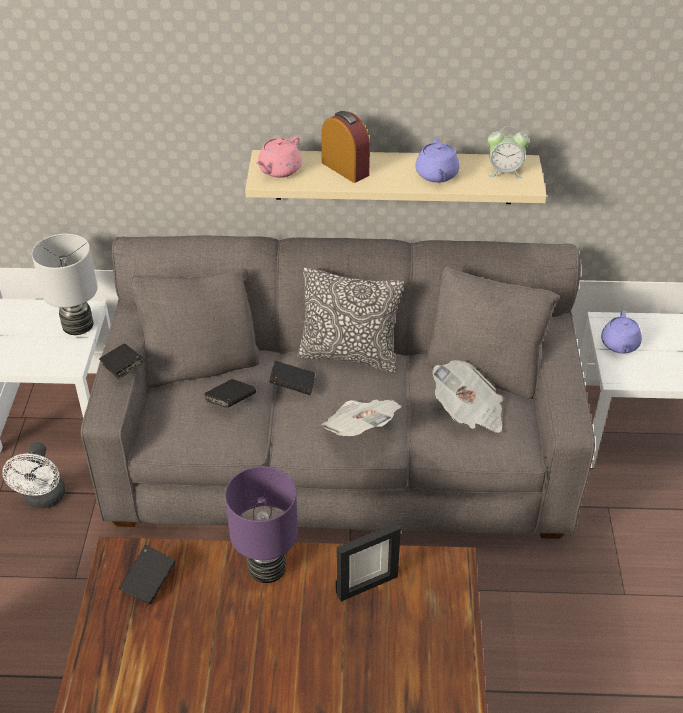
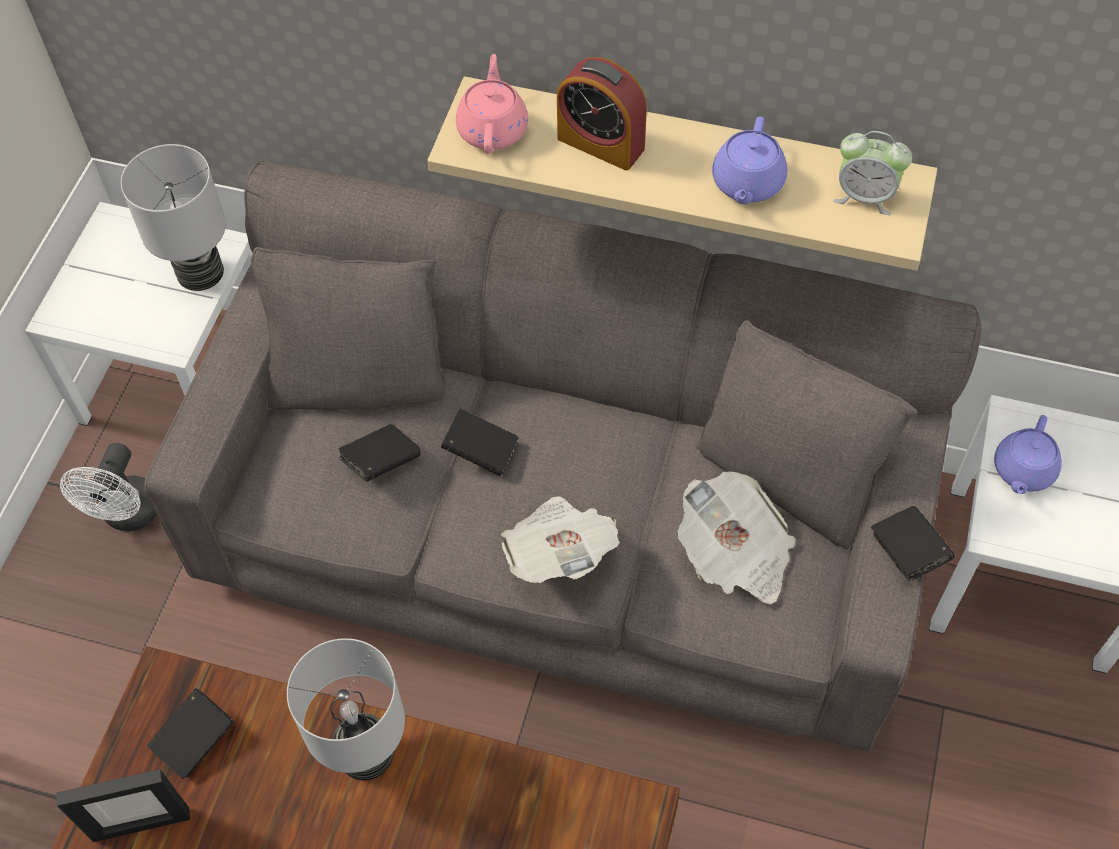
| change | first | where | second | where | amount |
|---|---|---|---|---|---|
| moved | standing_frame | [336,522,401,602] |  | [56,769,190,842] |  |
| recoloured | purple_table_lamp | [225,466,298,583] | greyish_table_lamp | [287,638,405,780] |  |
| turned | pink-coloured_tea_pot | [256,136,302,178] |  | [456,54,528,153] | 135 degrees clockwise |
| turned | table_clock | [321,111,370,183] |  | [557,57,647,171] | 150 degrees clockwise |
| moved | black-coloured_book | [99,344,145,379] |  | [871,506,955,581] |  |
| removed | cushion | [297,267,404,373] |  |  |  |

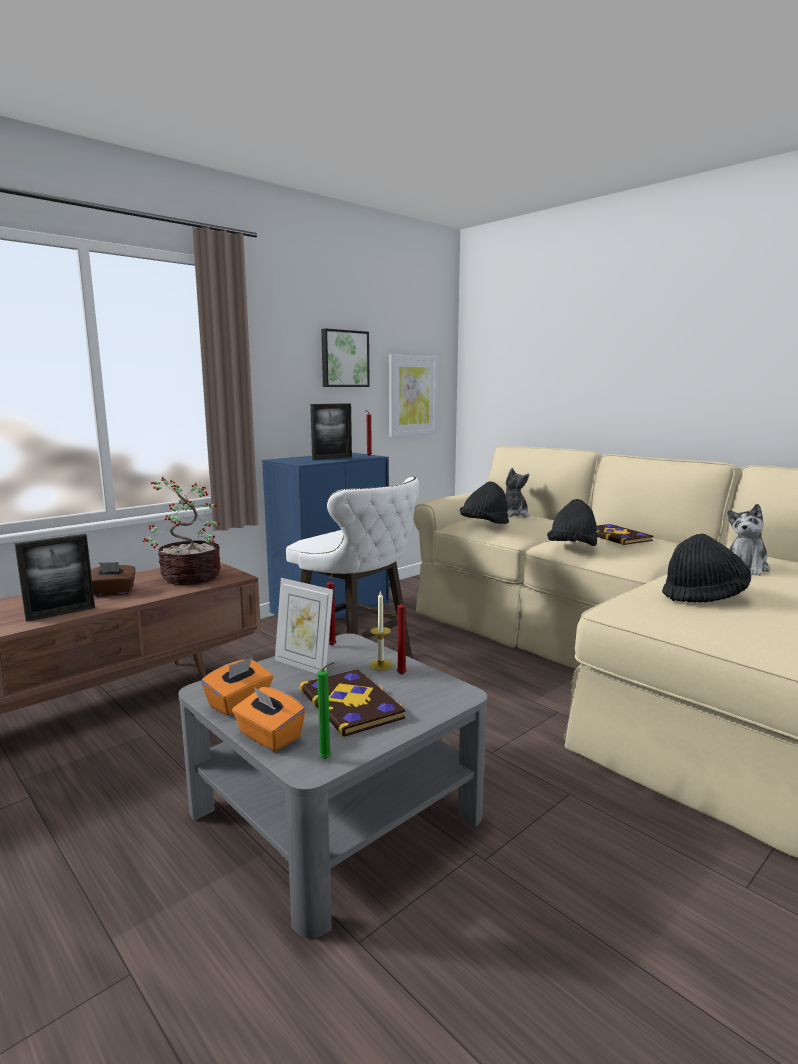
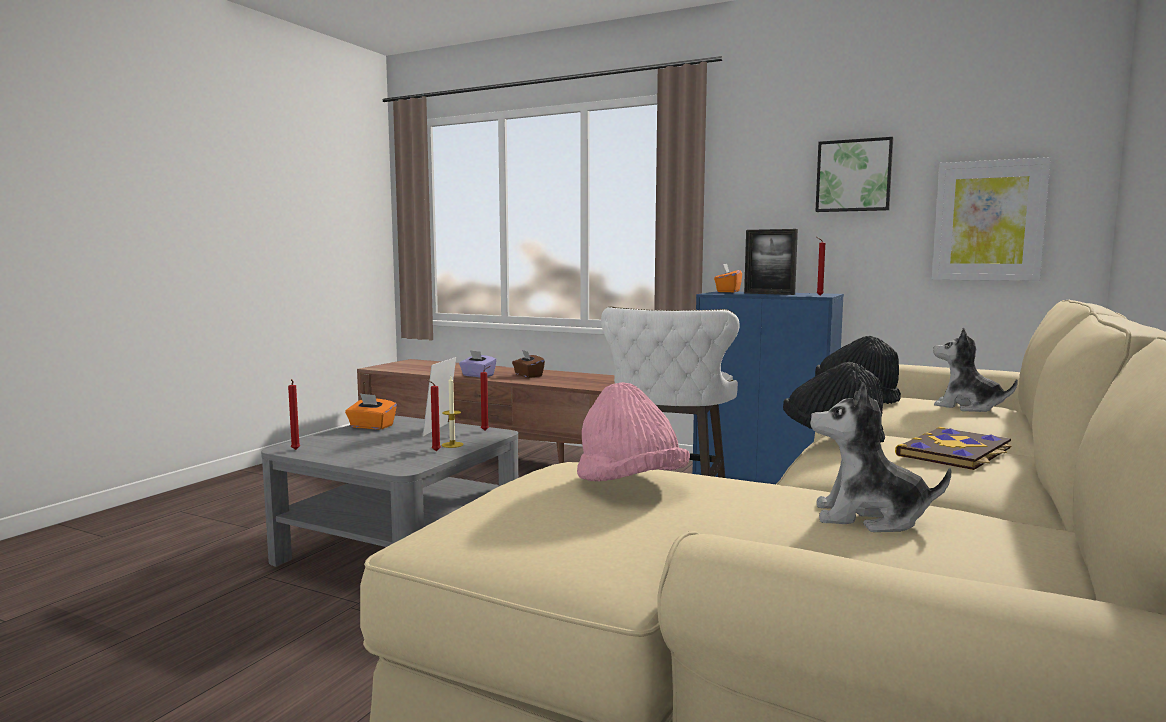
| change | first | where | second | where | amount |
|---|---|---|---|---|---|
| recoloured | green-coloured_candle | [317,662,334,759] | red_candle | [288,379,300,450] |  |
| replaced | standing_frame | [15,534,95,622] | purple_box_of_tissues | [459,350,497,378] |  |
| recoloured | black-coloured_hat | [662,534,751,603] | pink-coloured_hat | [577,382,690,481] |  |
| moved | orangey_box_of_tissues | [232,686,306,751] |  | [714,264,742,292] |  |
| turned | plush_toy | [505,468,529,518] |  | [933,328,1018,412] | 120 degrees counterclockwise |
| removed | houseplant | [143,476,221,585] |  |  |  |
| removed | book | [300,669,405,737] |  |  |  |

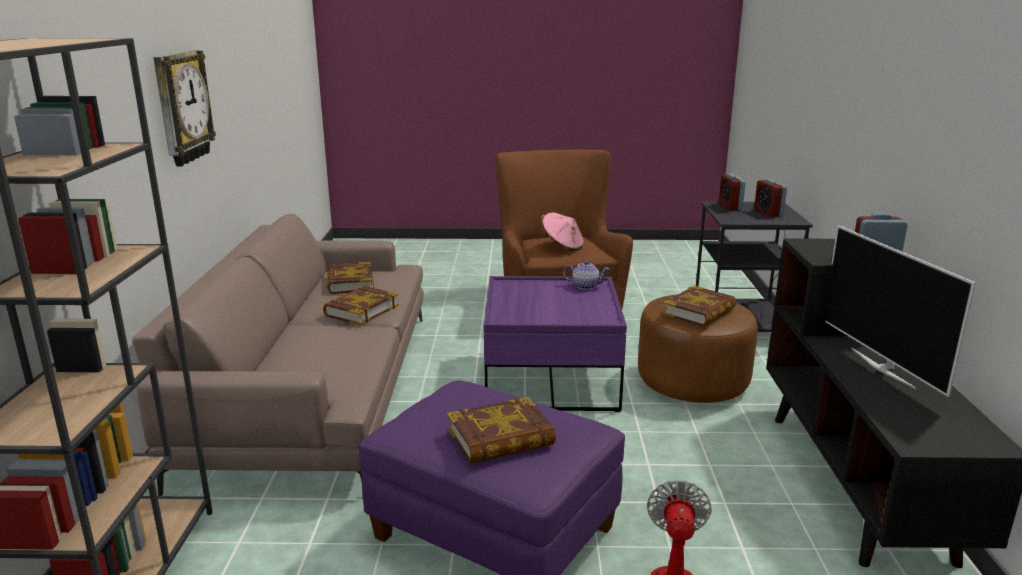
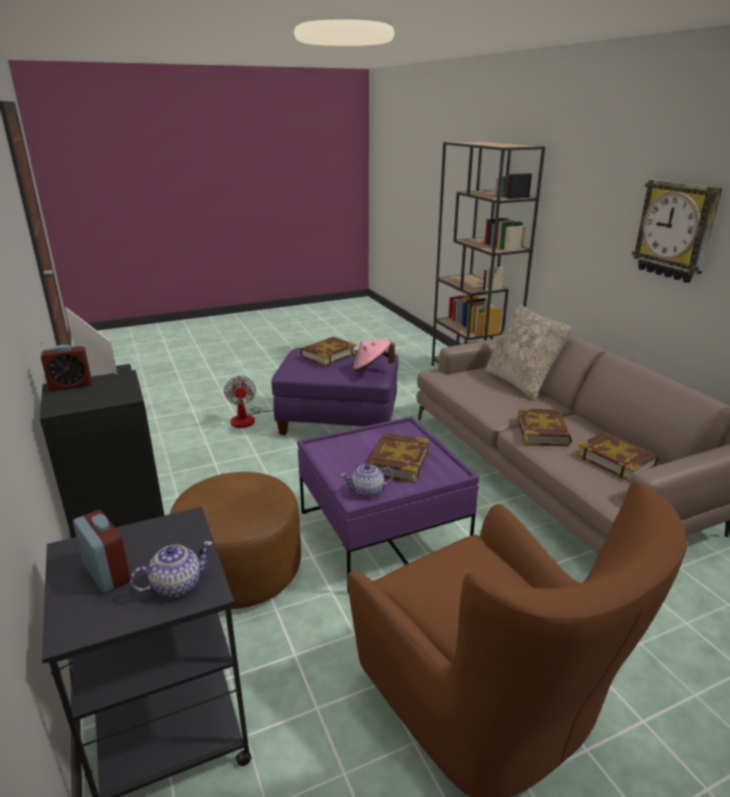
| change | first | where | second | where | amount |
|---|---|---|---|---|---|
| replaced | table_clock | [719,174,746,210] | tea_pot | [130,541,213,597] |  |
| moved | pink-coloured_hat | [541,213,584,250] |  | [353,340,395,371] |  |
| moved | book | [662,286,737,326] |  | [367,433,429,483] |  |
| added |  |  | beige-coloured_cushion | [486,305,572,399] |  |

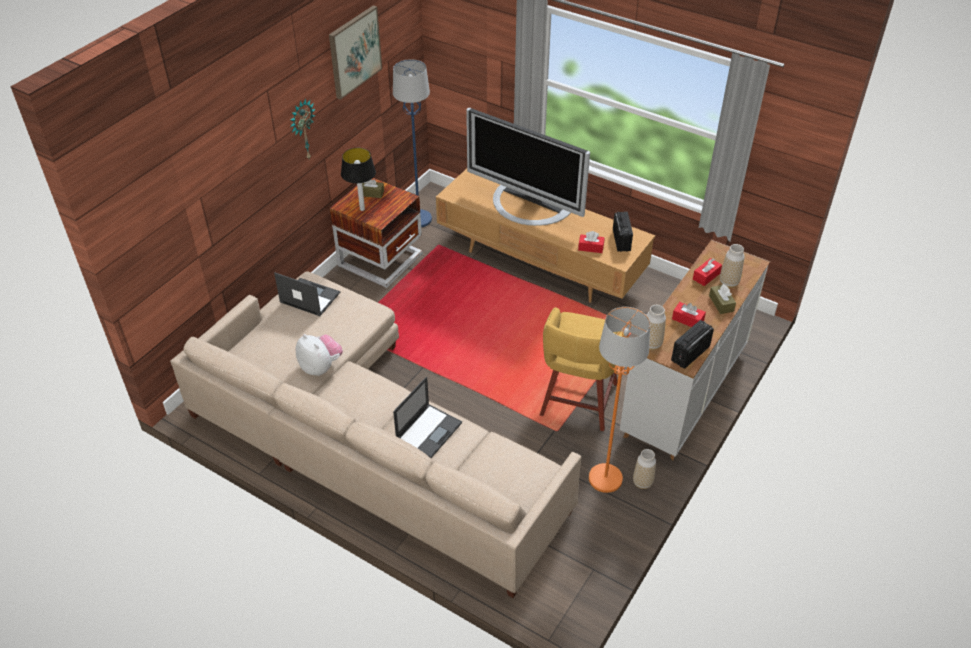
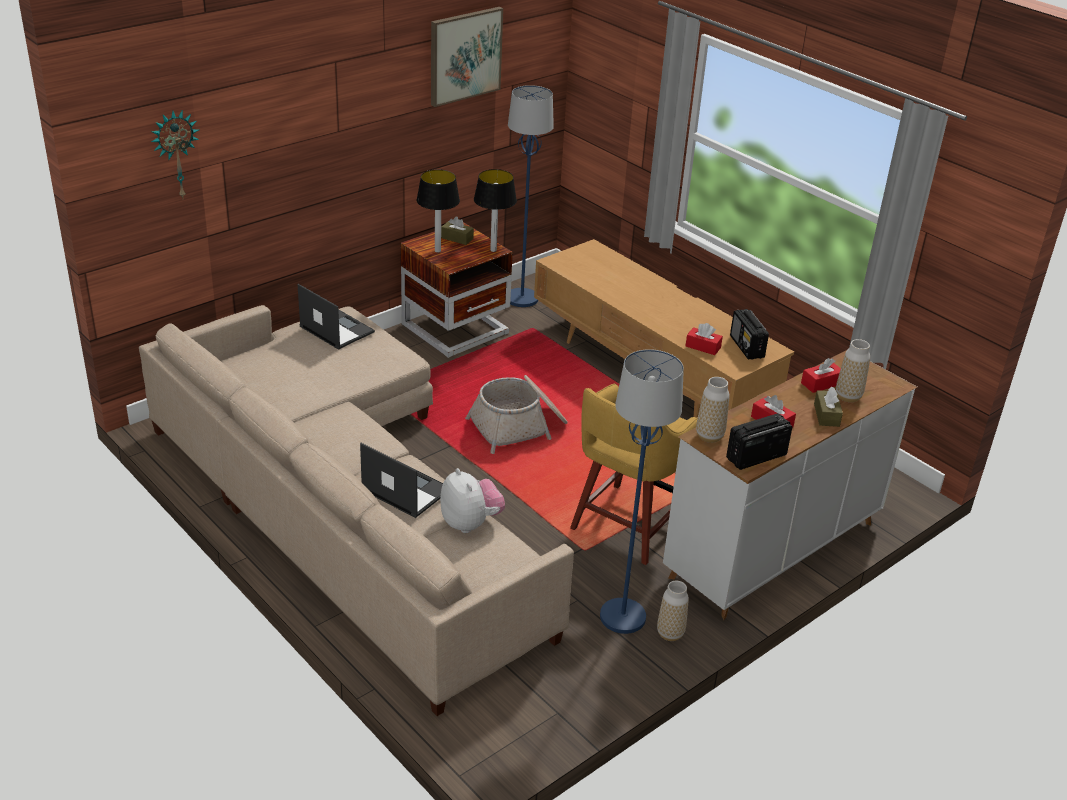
| change | first | where | second | where | amount |
|---|---|---|---|---|---|
| moved | hanging_clock | [290,98,315,159] |  | [151,110,199,198] |  |
| turned | notebook_computer | [393,377,462,458] |  | [360,443,443,518] | 105 degrees counterclockwise |
| moved | plush_toy | [296,334,343,376] |  | [440,468,505,533] |  |
| added |  |  | household_basket | [465,375,568,454] |  |
| added |  |  | table_lamp | [474,169,517,252] |  |
| recoloured | orangey_floor_lamp | [589,307,650,493] | blue_floor_lamp | [600,349,684,634] |  |
| turned | radio_set | [613,211,633,252] |  | [730,309,769,360] | 150 degrees clockwise |
| removed | television | [466,108,590,226] |  |  |  |

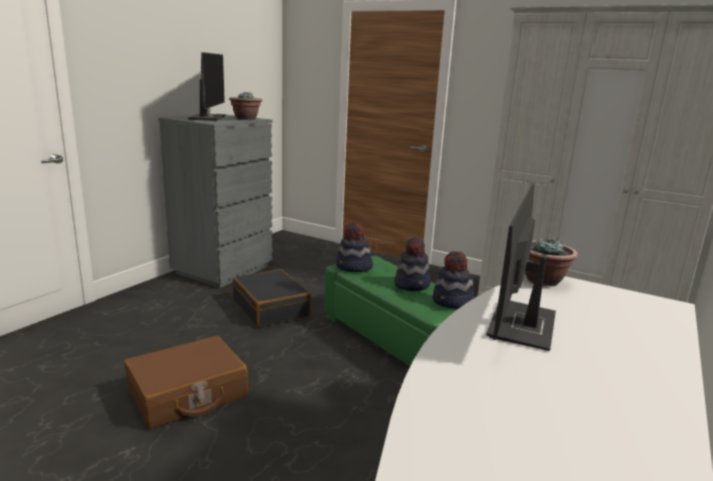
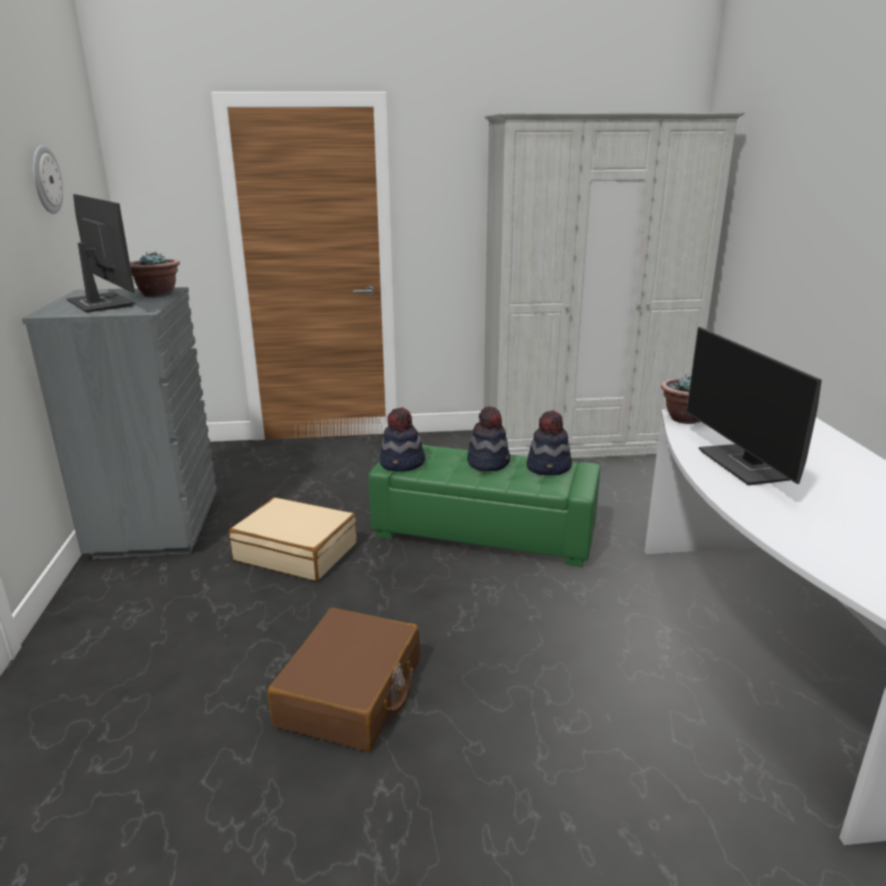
| change | first | where | second | where | amount |
|---|---|---|---|---|---|
| added |  |  | hanging_clock | [33,145,63,214] |  |
| recoloured | black-coloured_suitcase | [232,269,311,327] | beige-coloured_suitcase | [229,497,357,581] |  |

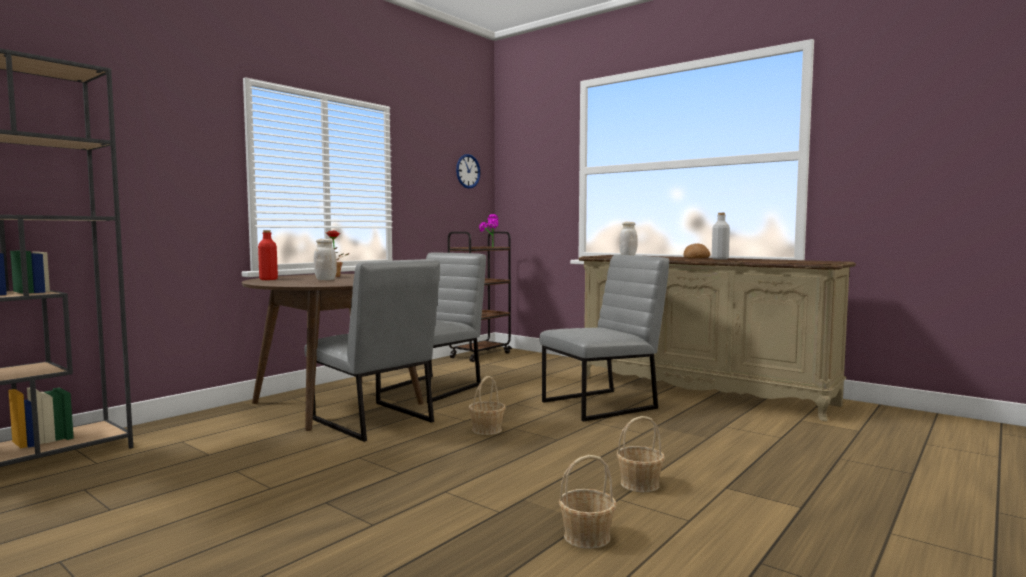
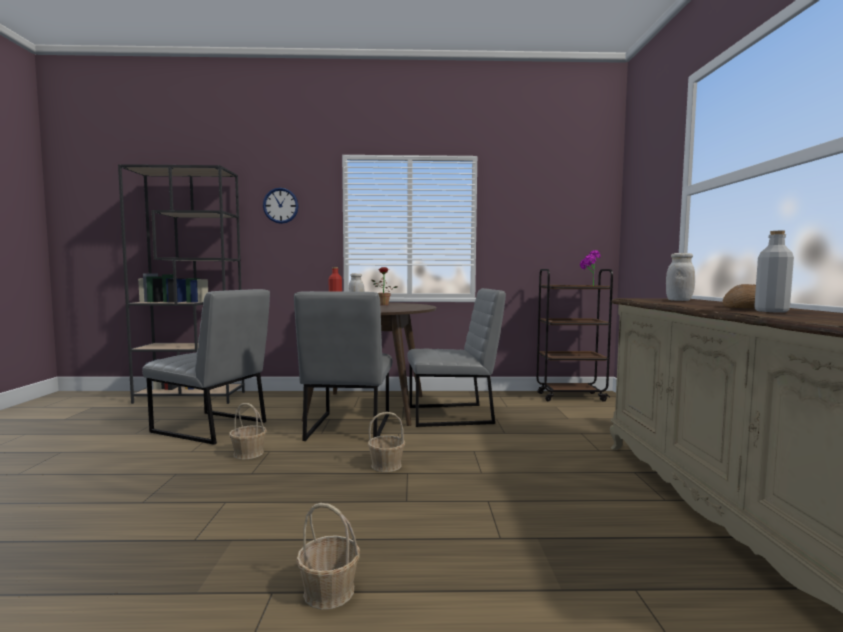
| change | first | where | second | where | amount |
|---|---|---|---|---|---|
| moved | greyish_upright_chair | [539,255,669,422] |  | [142,289,270,445] |  |
| moved | household_basket | [559,455,616,549] |  | [229,403,267,459] |  |
| moved | hanging_clock | [456,154,480,189] |  | [263,188,299,224] |  |

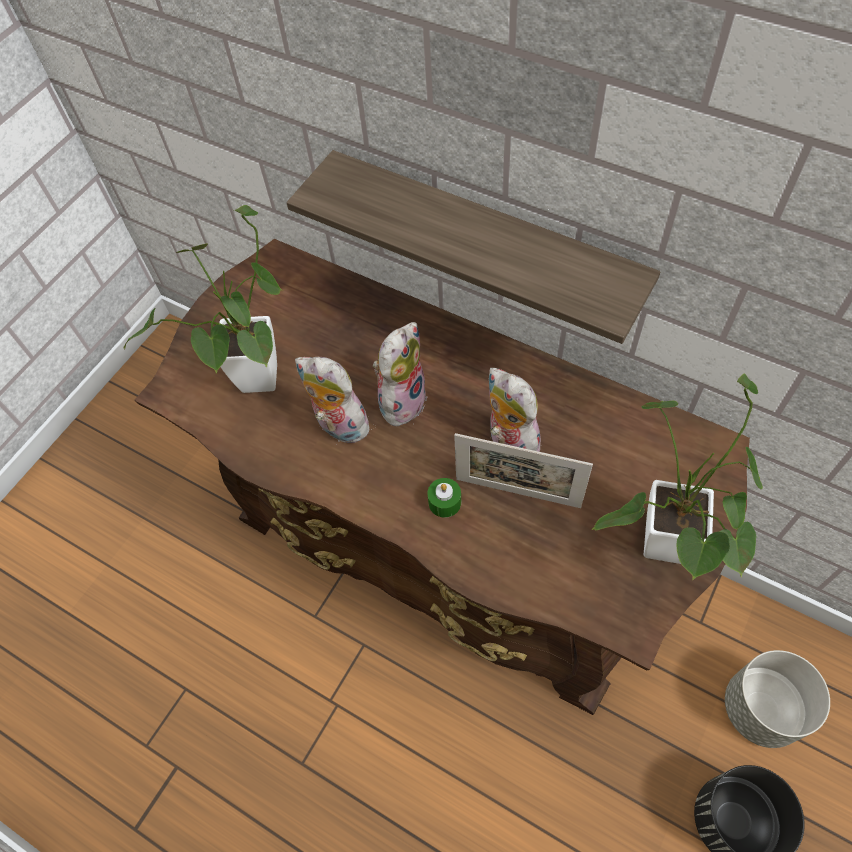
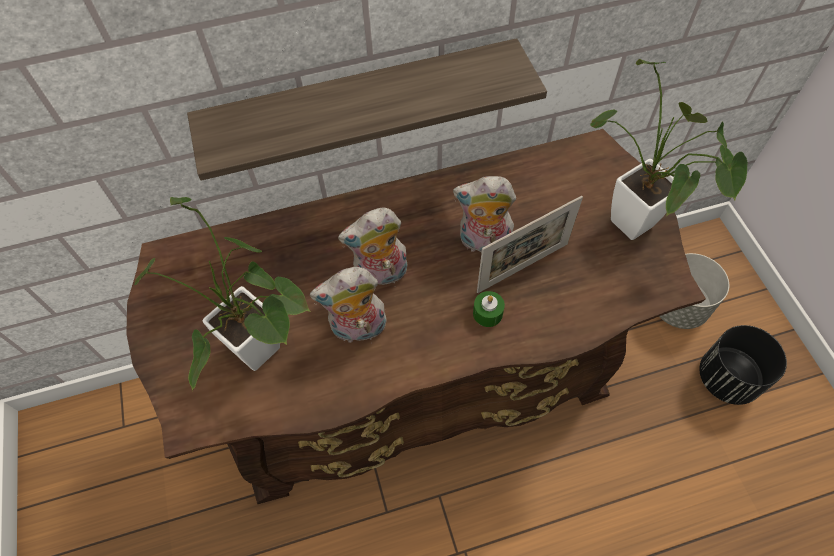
| change | first | where | second | where | amount |
|---|---|---|---|---|---|
| turned | plush_toy | [373,322,428,430] |  | [338,207,407,287] | 90 degrees counterclockwise |

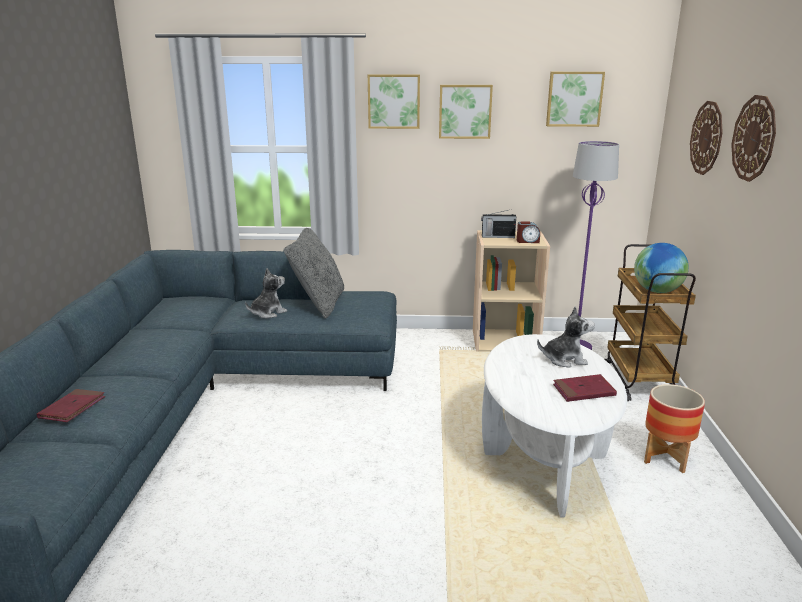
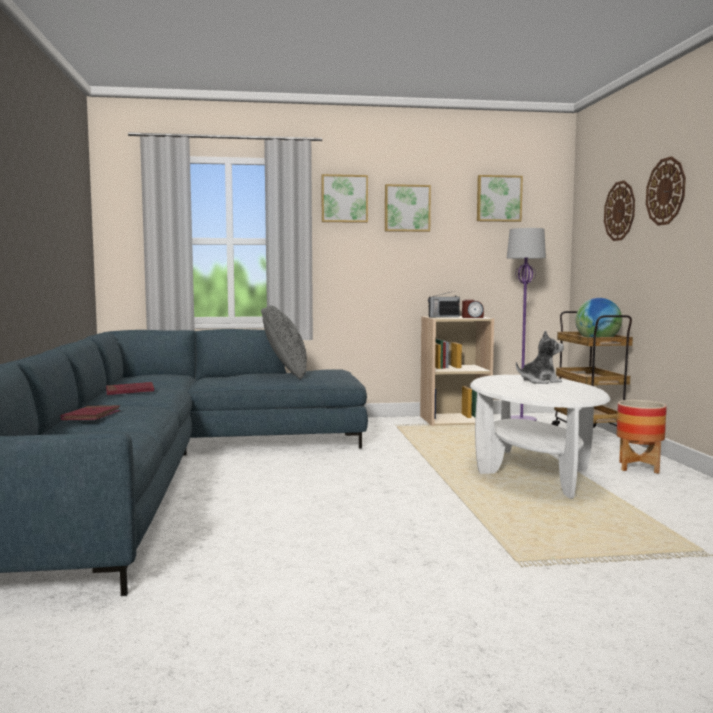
| change | first | where | second | where | amount |
|---|---|---|---|---|---|
| moved | red_book | [553,374,617,402] |  | [106,382,154,395] |  |
| removed | plush_toy | [245,268,287,319] |  |  |  |

